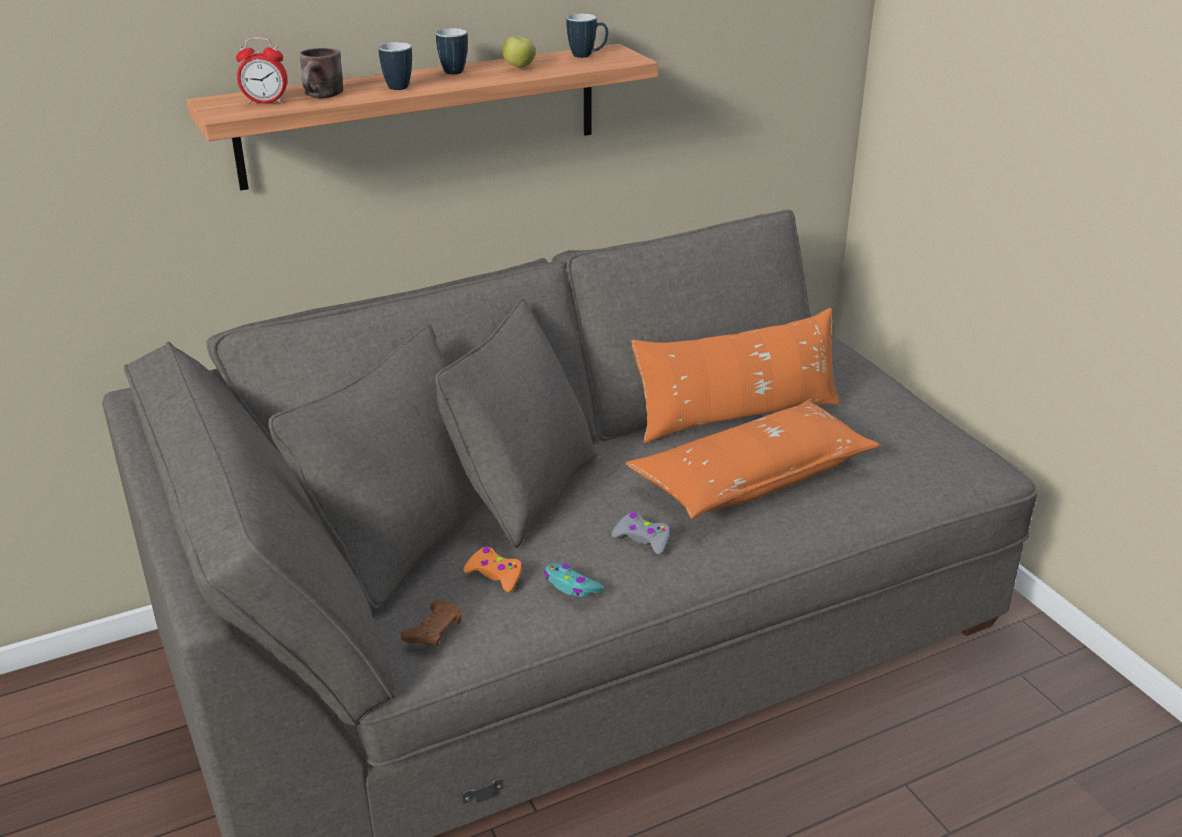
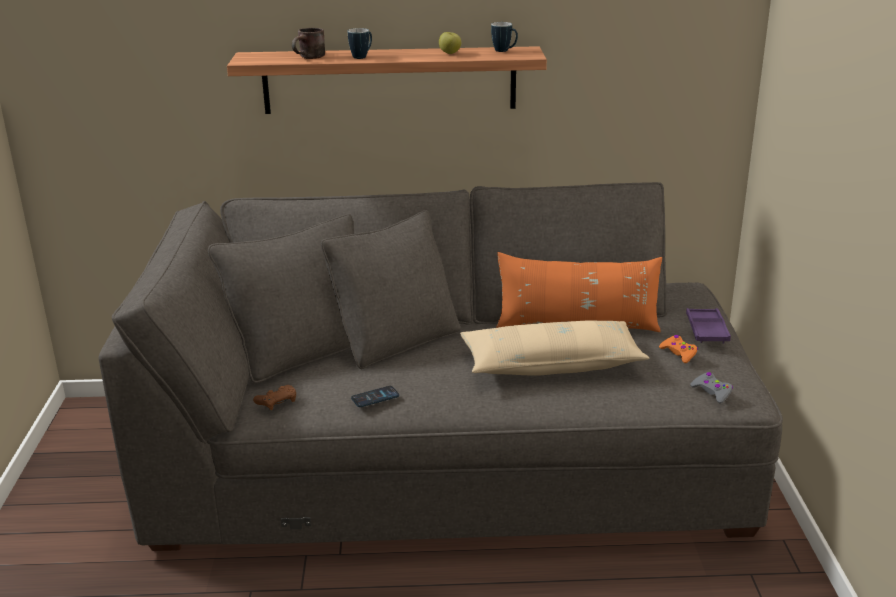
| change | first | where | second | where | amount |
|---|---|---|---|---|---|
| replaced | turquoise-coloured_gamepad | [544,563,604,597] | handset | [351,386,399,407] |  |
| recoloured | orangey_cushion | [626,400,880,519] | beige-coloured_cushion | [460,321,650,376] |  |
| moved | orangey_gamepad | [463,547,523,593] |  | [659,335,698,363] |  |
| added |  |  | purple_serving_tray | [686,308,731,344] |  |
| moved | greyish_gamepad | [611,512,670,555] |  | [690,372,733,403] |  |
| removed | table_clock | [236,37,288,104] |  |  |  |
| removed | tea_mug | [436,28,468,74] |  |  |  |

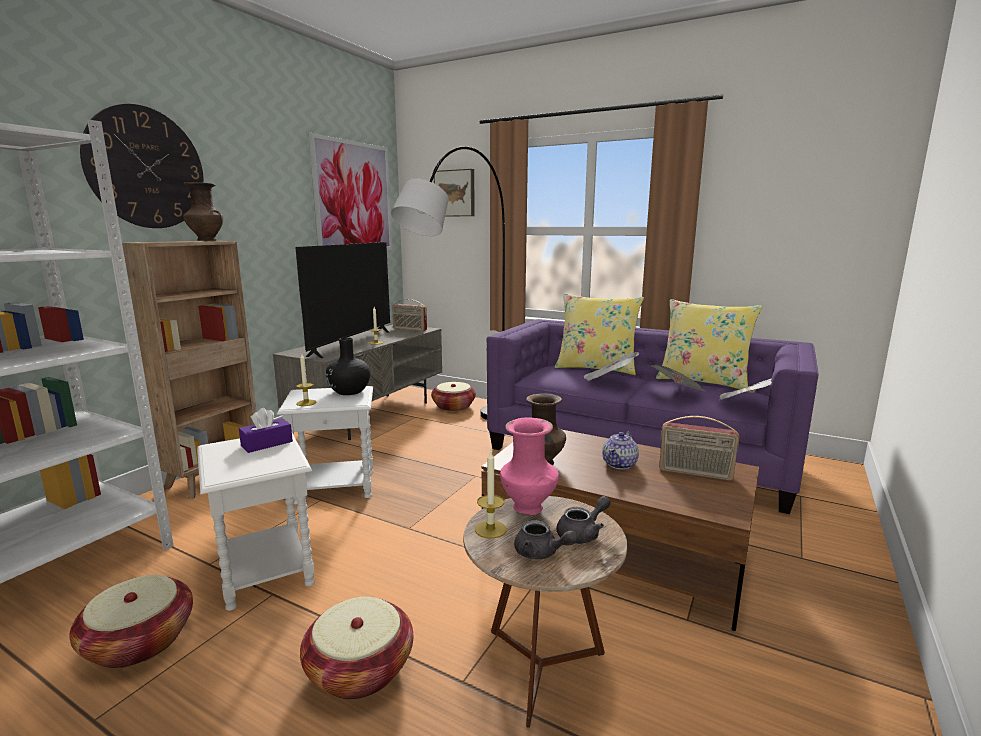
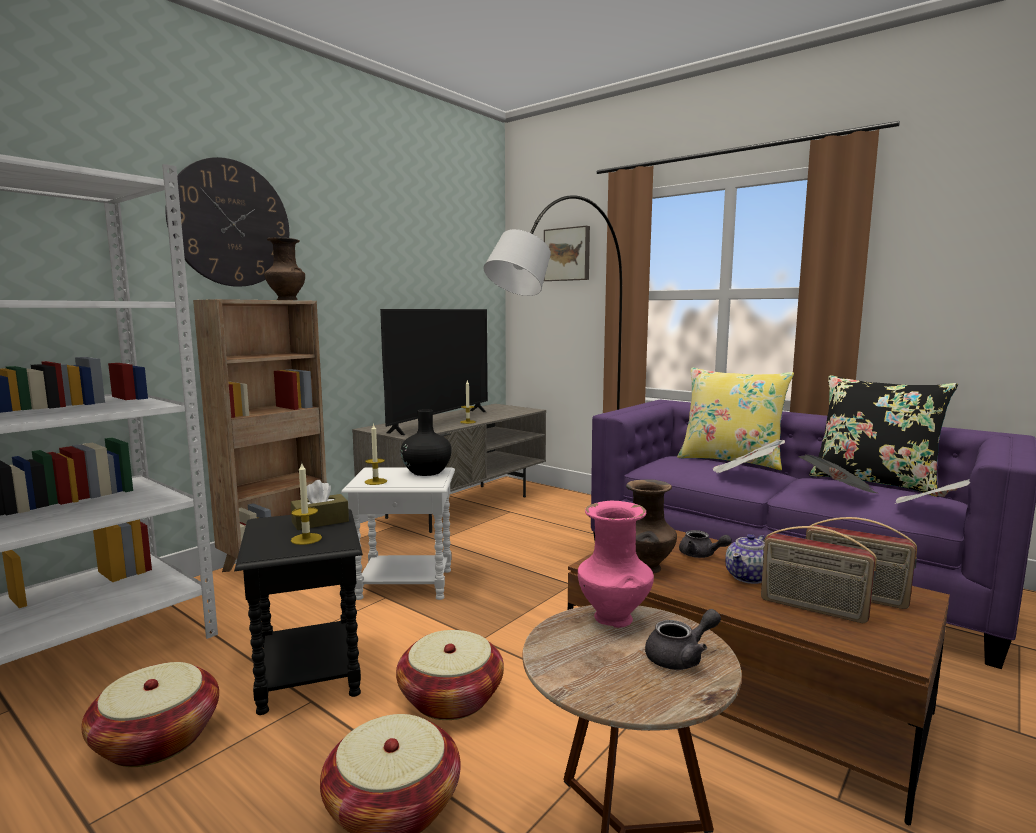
| change | first | where | second | where | amount |
|---|---|---|---|---|---|
| recoloured | white-coloured_end_table | [197,433,315,611] | black-coloured_end_table | [234,509,363,715] |  |
| moved | candle | [475,451,506,539] |  | [291,463,322,545] |  |
| recoloured | purple_box_of_tissues | [239,408,293,453] | brown_box_of_tissues | [291,480,349,530] |  |
| moved | household_basket | [431,382,476,412] |  | [396,630,504,720] |  |
| moved | greyish_tea_pot | [514,520,577,560] |  | [679,530,732,558] |  |
| moved | radio_set | [392,299,427,331] |  | [761,526,877,623] |  |
| recoloured | yellow-coloured_cushion | [656,299,763,389] | black-coloured_cushion | [809,375,958,497] |  |
| removed | wall_picture | [309,133,393,250] |  |  |  |

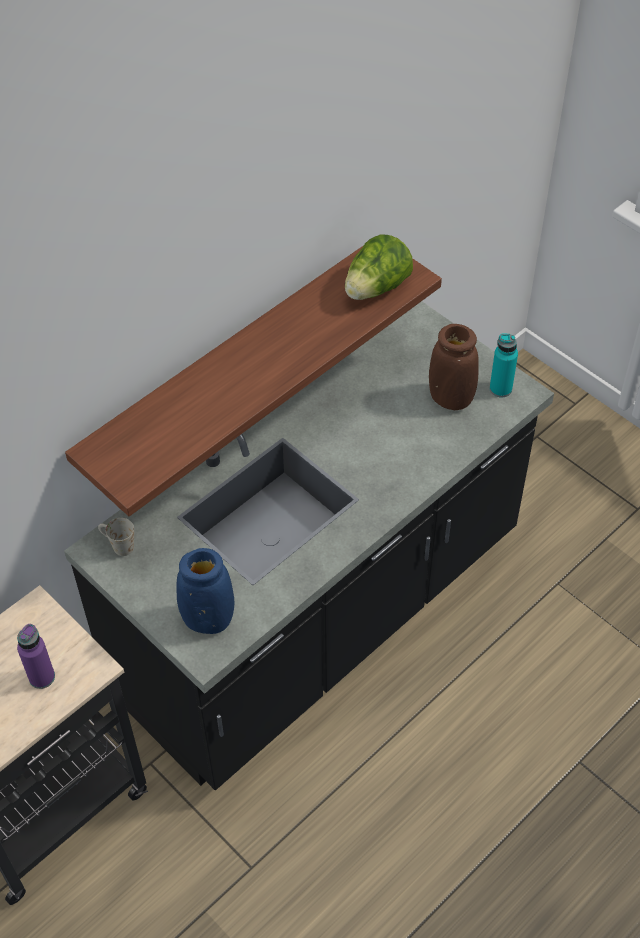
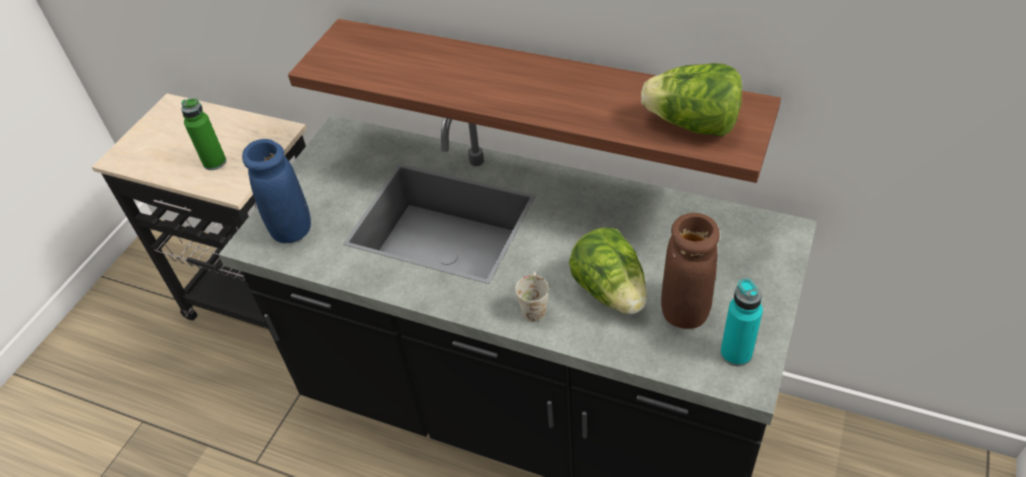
| change | first | where | second | where | amount |
|---|---|---|---|---|---|
| recoloured | purple_drink_bottle | [17,624,55,689] | green-coloured_drink_bottle | [181,98,226,170] |  |
| moved | white-coloured_tea_mug | [98,518,134,556] |  | [515,272,549,322] |  |
| added |  |  | head_of_lettuce | [569,228,647,314] |  |

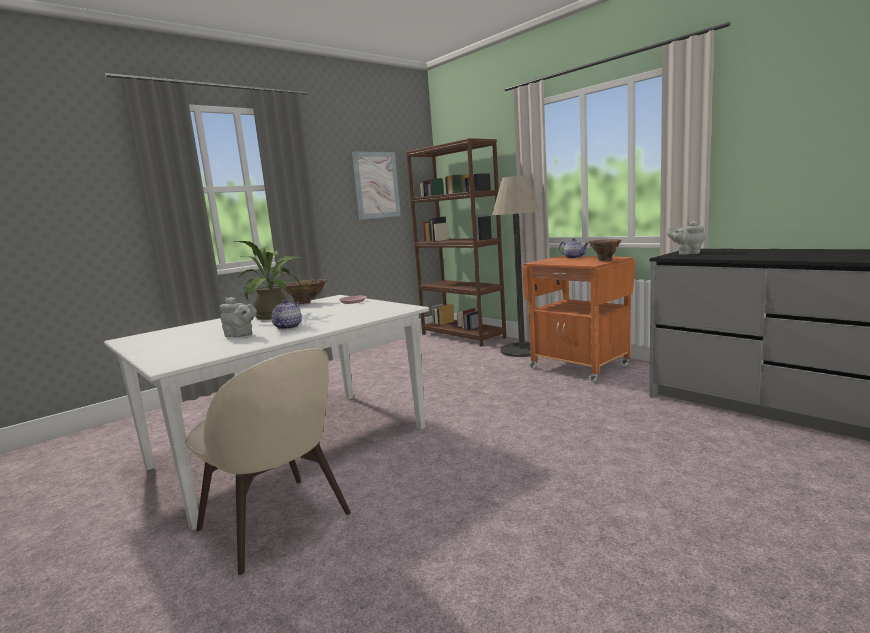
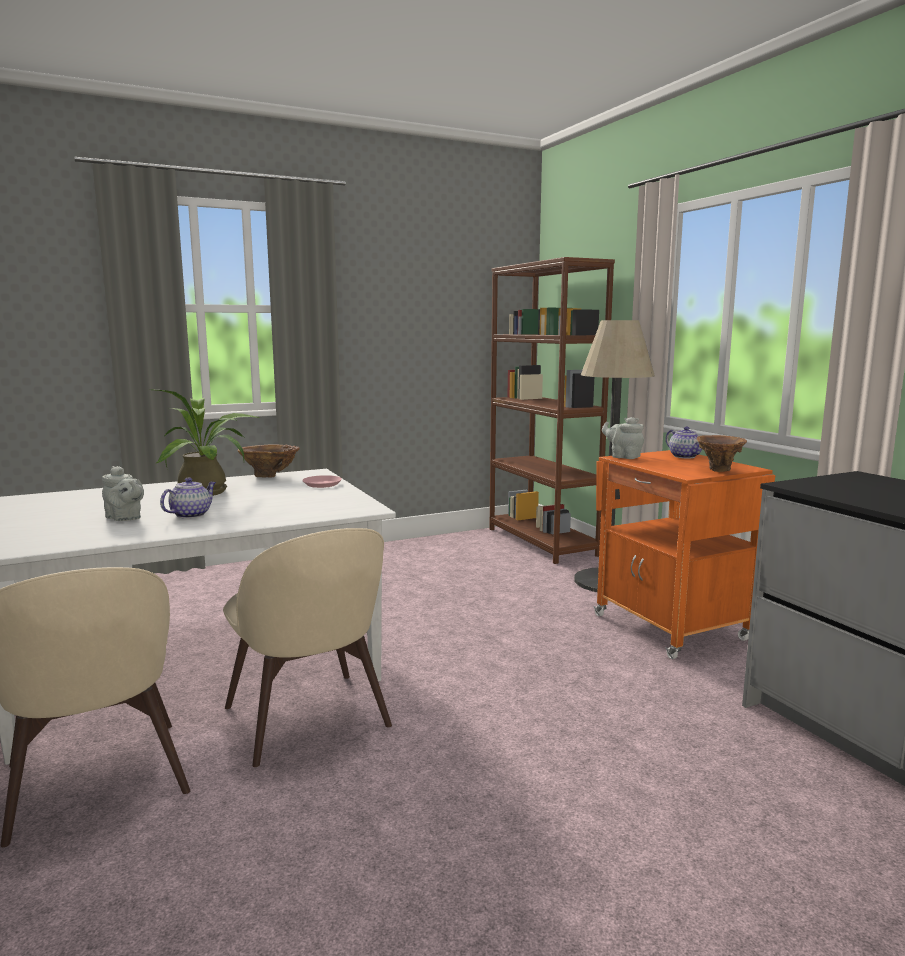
| change | first | where | second | where | amount |
|---|---|---|---|---|---|
| added |  |  | beige-coloured_upright_chair | [223,528,392,767] |  |
| moved | greyish_tea_pot | [667,221,705,255] |  | [602,417,644,459] |  |
| removed | wall_picture | [352,152,401,220] |  |  |  |

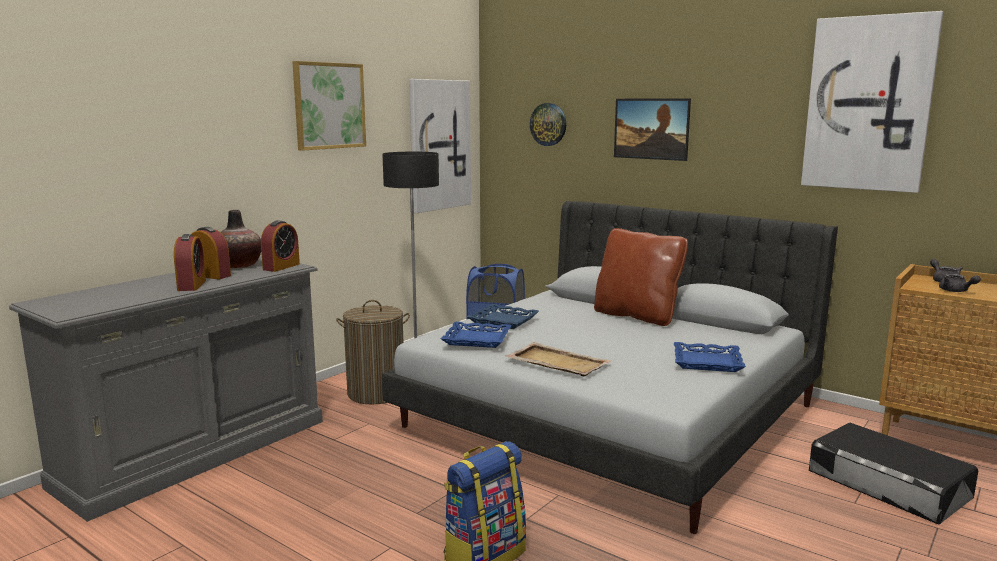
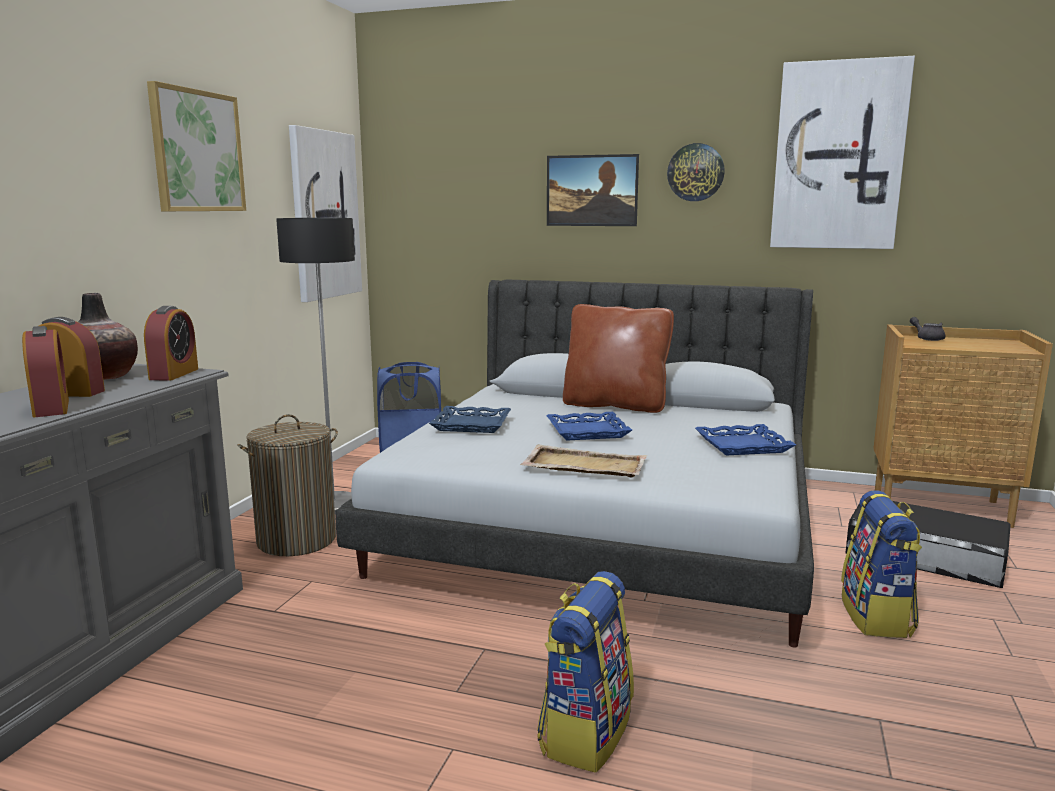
| change | first | where | second | where | amount |
|---|---|---|---|---|---|
| moved | blue_serving_tray | [441,322,512,348] |  | [546,412,632,441] |  |
| moved | hanging_clock | [530,103,566,146] |  | [667,143,725,201] |  |
| added |  |  | backpack | [841,490,922,638] |  |
| removed | greyish_tea_pot | [939,274,981,292] |  |  |  |

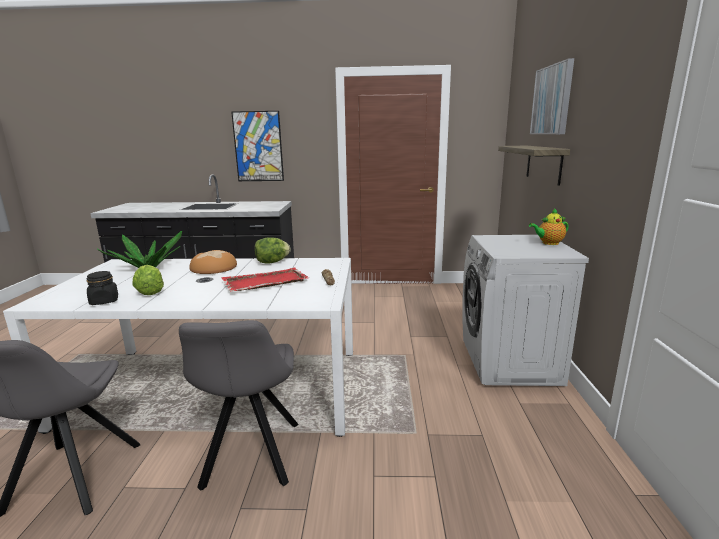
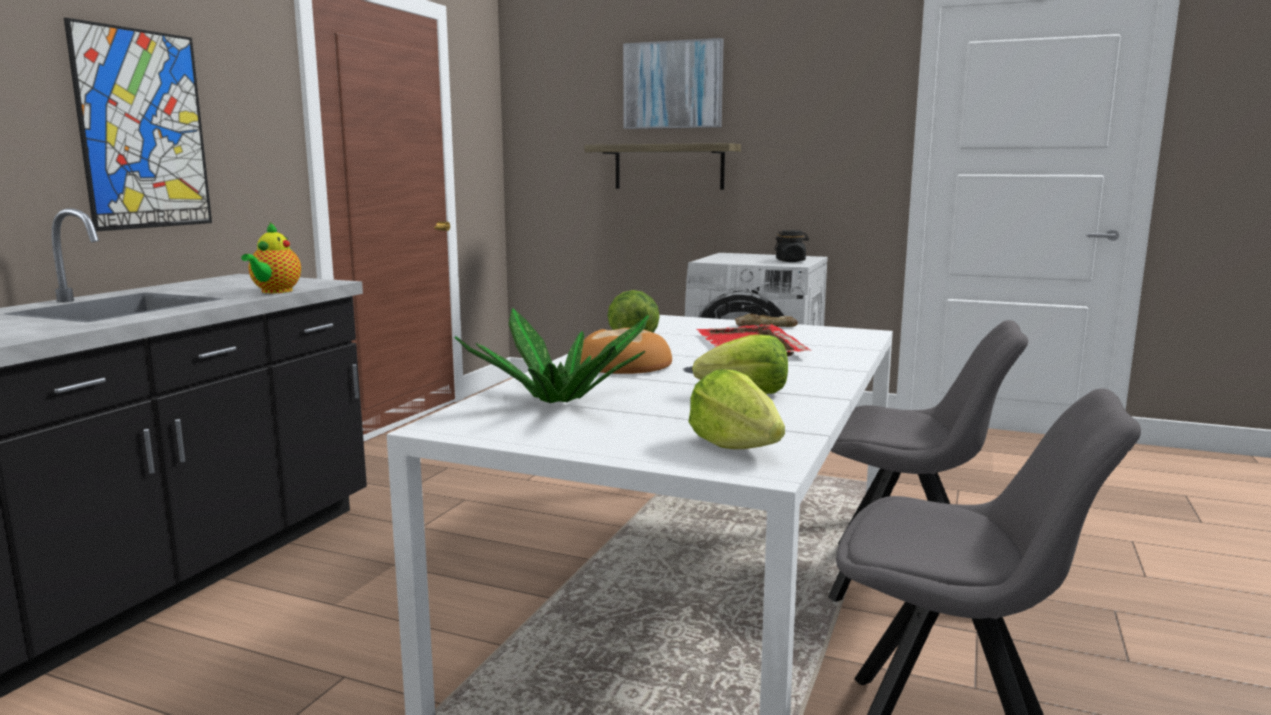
| change | first | where | second | where | amount |
|---|---|---|---|---|---|
| moved | tea_pot | [529,208,569,245] |  | [241,222,301,293] |  |
| added |  |  | head_of_lettuce | [688,369,785,449] |  |
| moved | black-coloured_storage_jar | [86,271,118,305] |  | [774,230,809,262] |  |

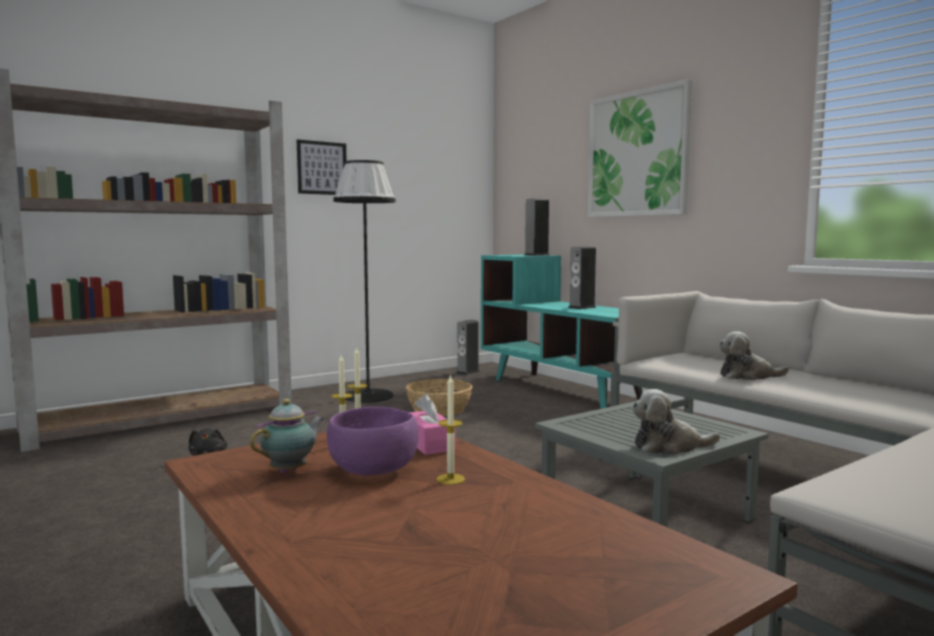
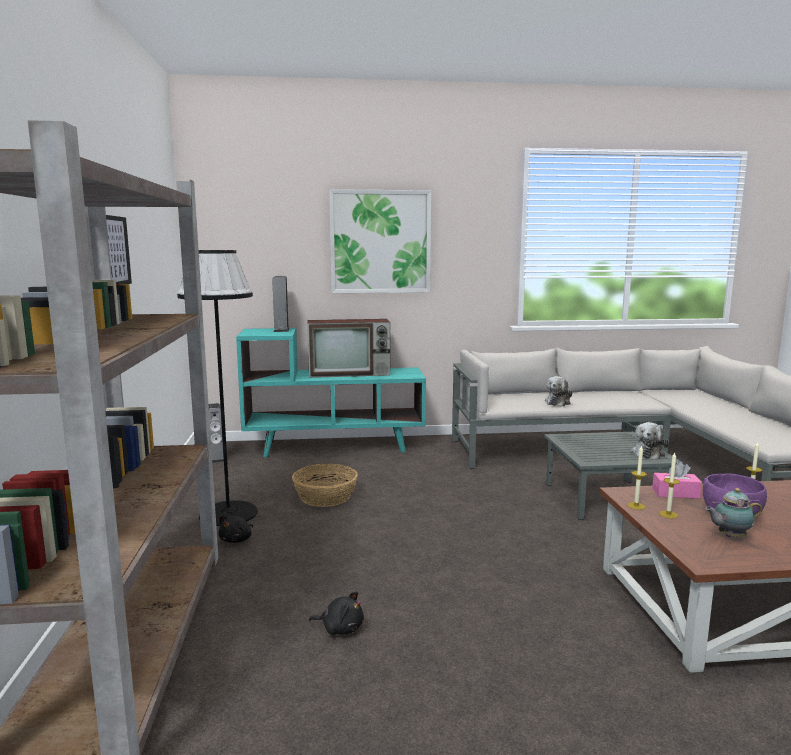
| change | first | where | second | where | amount |
|---|---|---|---|---|---|
| added |  |  | black-coloured_plush_toy | [218,515,253,543] |  |
| replaced | loudspeaker | [568,246,596,309] | television | [307,319,390,378] |  |
| turned | tea_pot | [250,399,324,473] |  | [705,488,762,537] | 75 degrees counterclockwise |

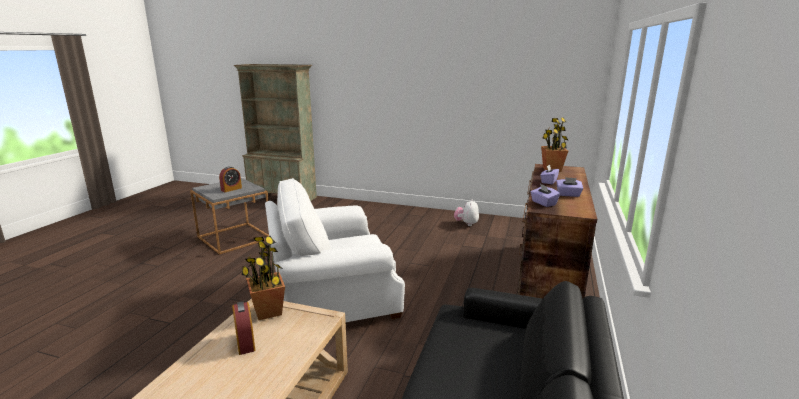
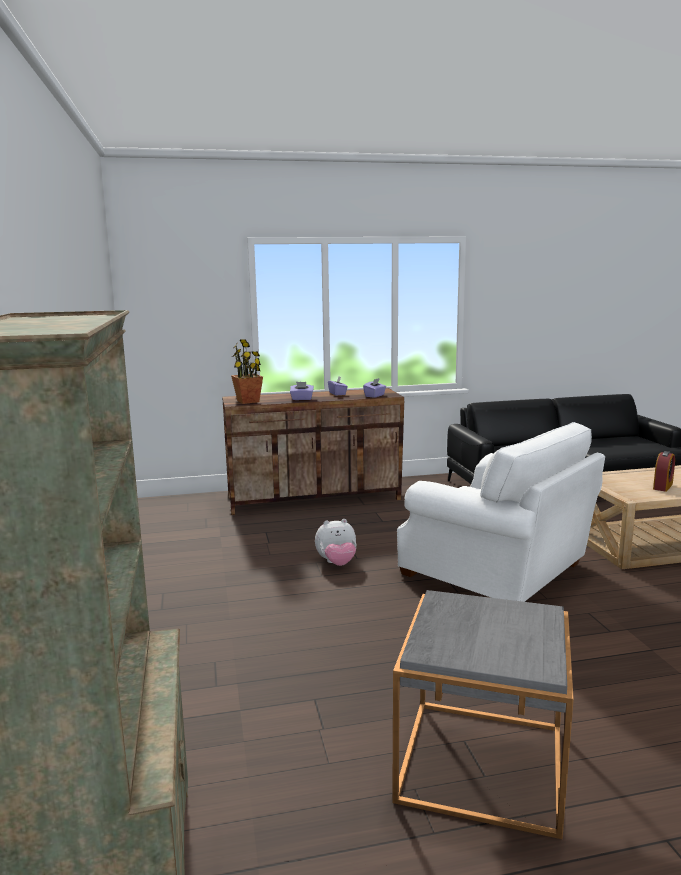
| change | first | where | second | where | amount |
|---|---|---|---|---|---|
| moved | plush_toy | [454,199,479,226] |  | [315,519,357,566] |  |
| removed | table_clock | [219,166,242,192] |  |  |  |
| removed | houseplant | [241,236,285,320] |  |  |  |

